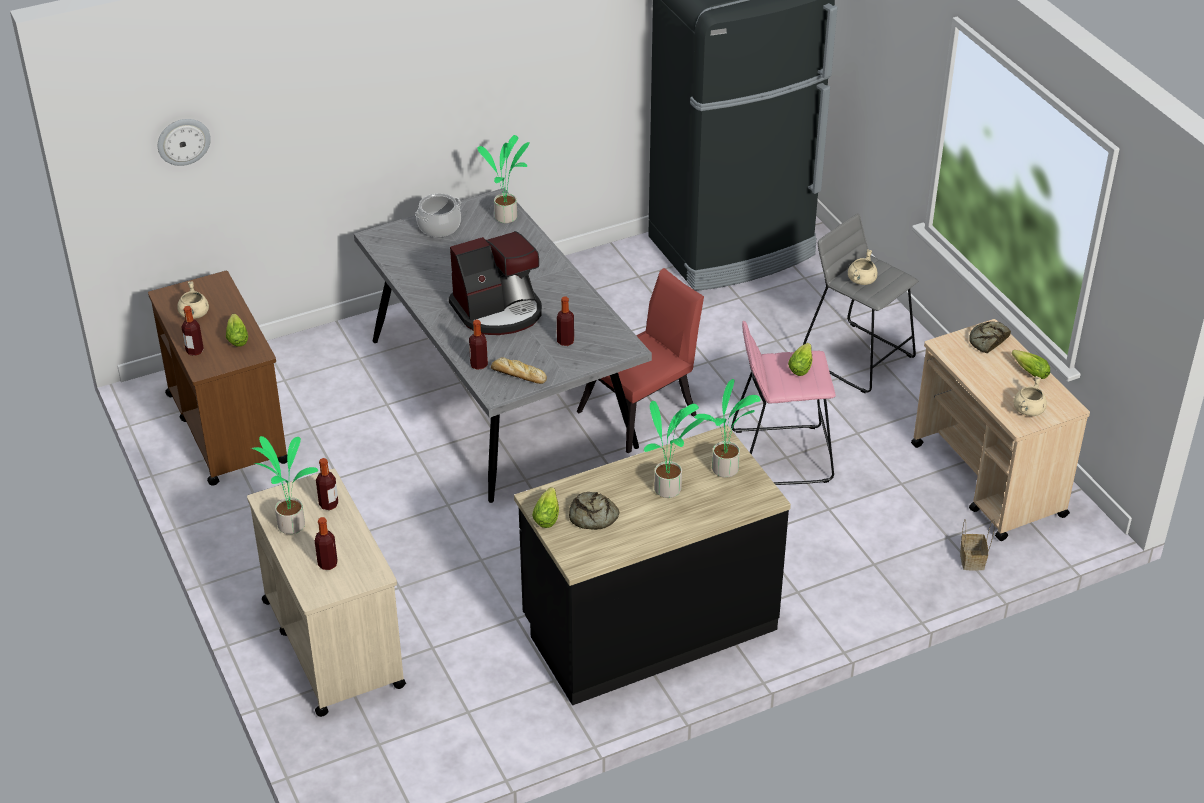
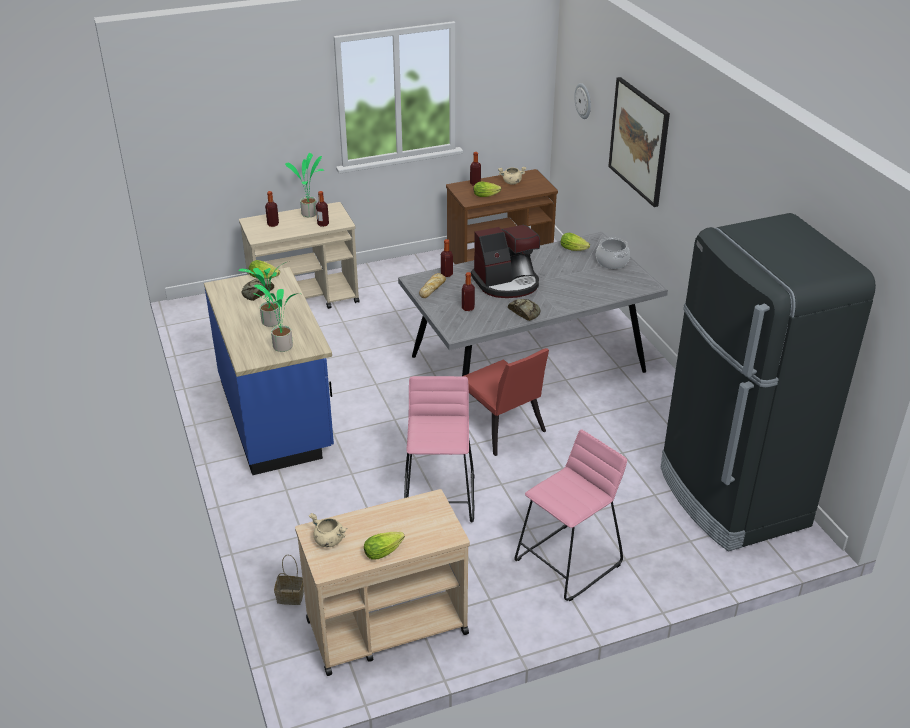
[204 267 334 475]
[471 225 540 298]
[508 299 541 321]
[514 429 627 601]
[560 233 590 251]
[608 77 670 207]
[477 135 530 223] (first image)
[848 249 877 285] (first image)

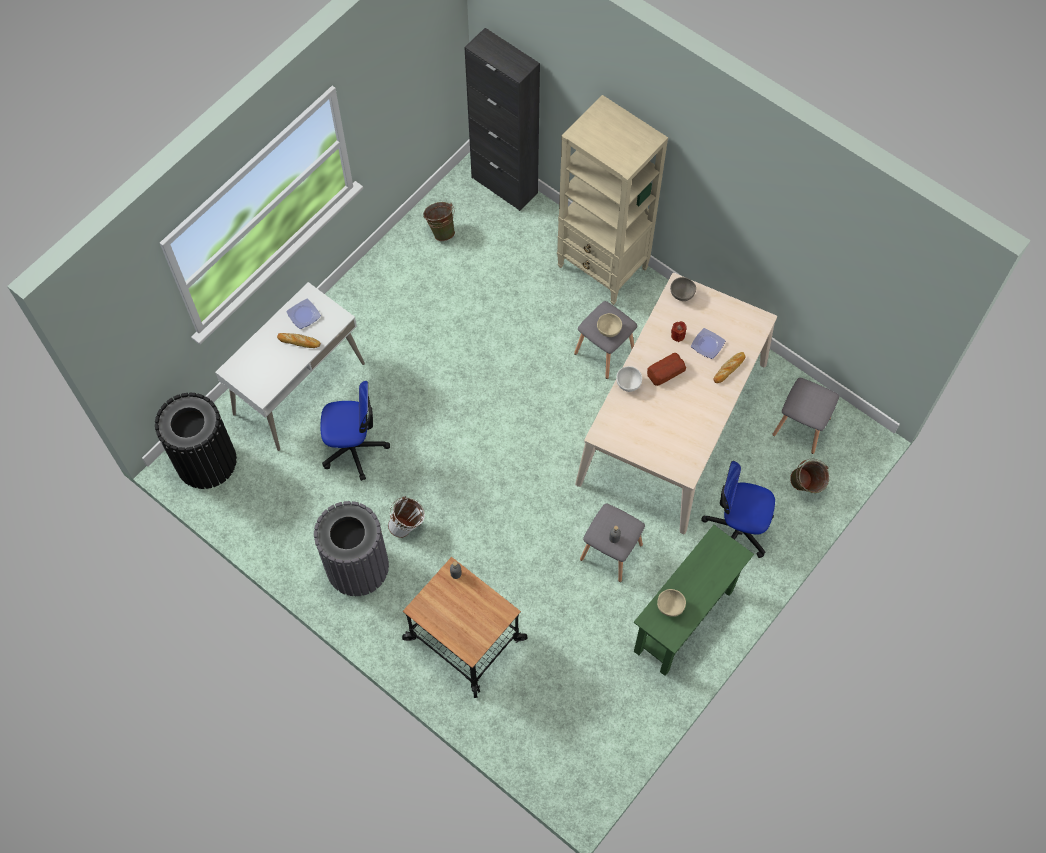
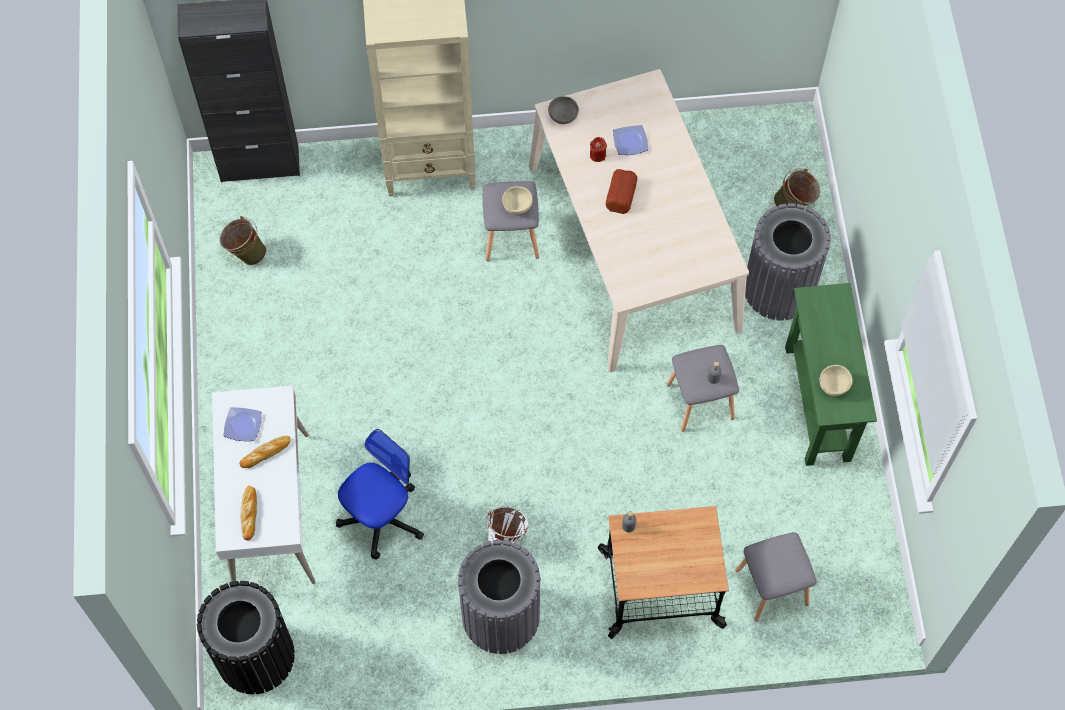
[240 486 257 540]
[735 532 817 622]
[745 203 831 320]
[616 366 642 392] (first image)

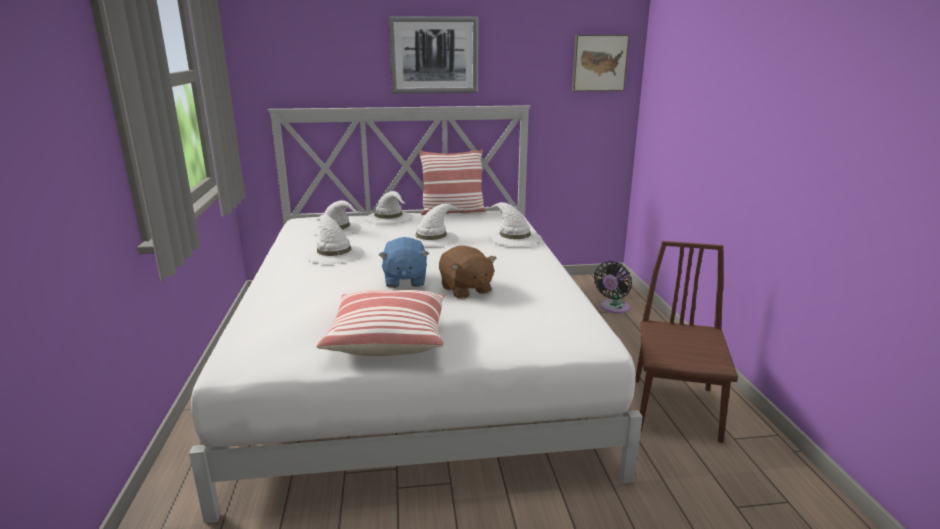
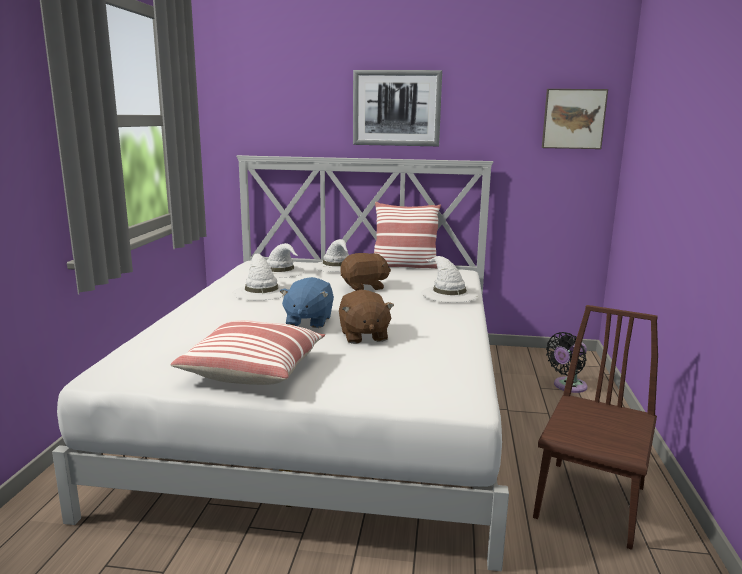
[340 253 391 291]

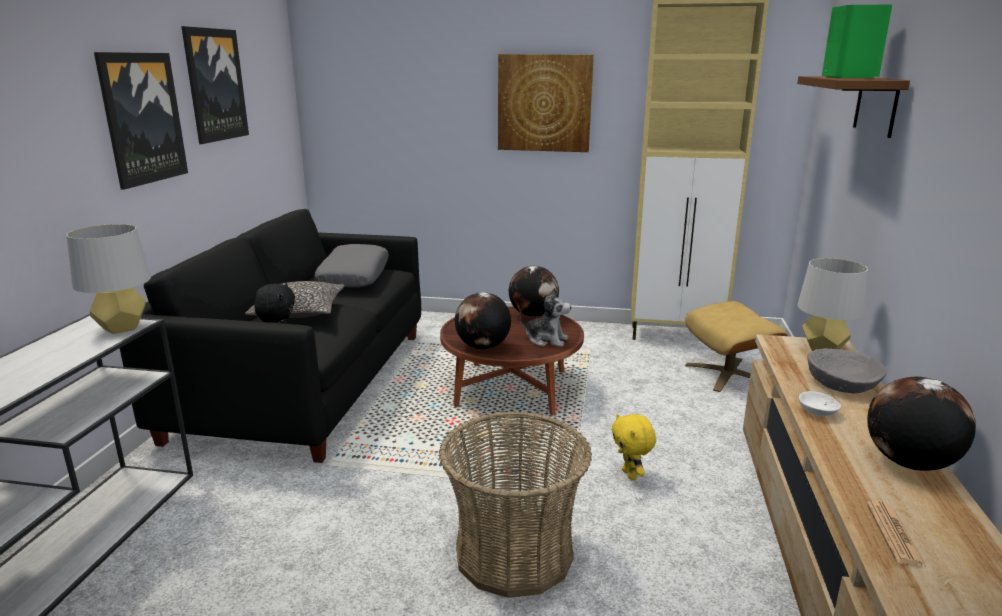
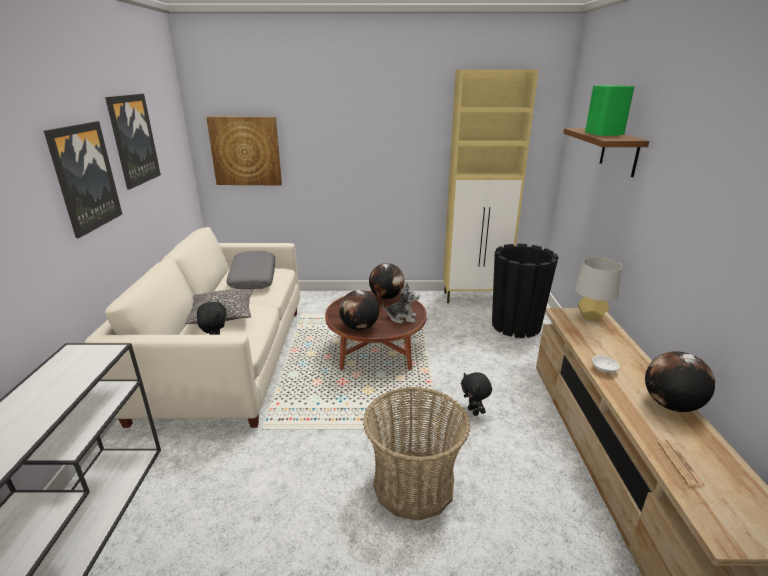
[85 227 300 428]
[206 116 282 185]
[461 372 492 416]
[492 243 558 338]
[66 224 151 334] (first image)
[807 348 887 393] (first image)

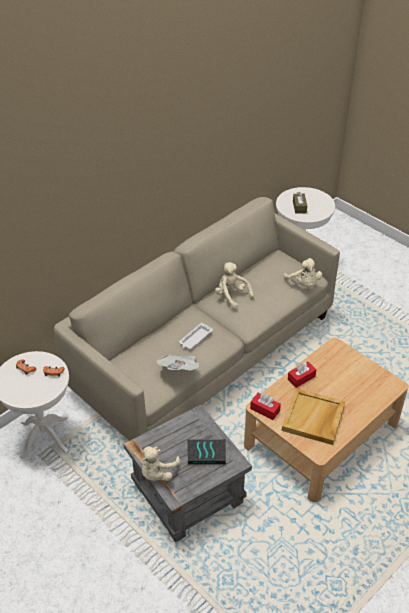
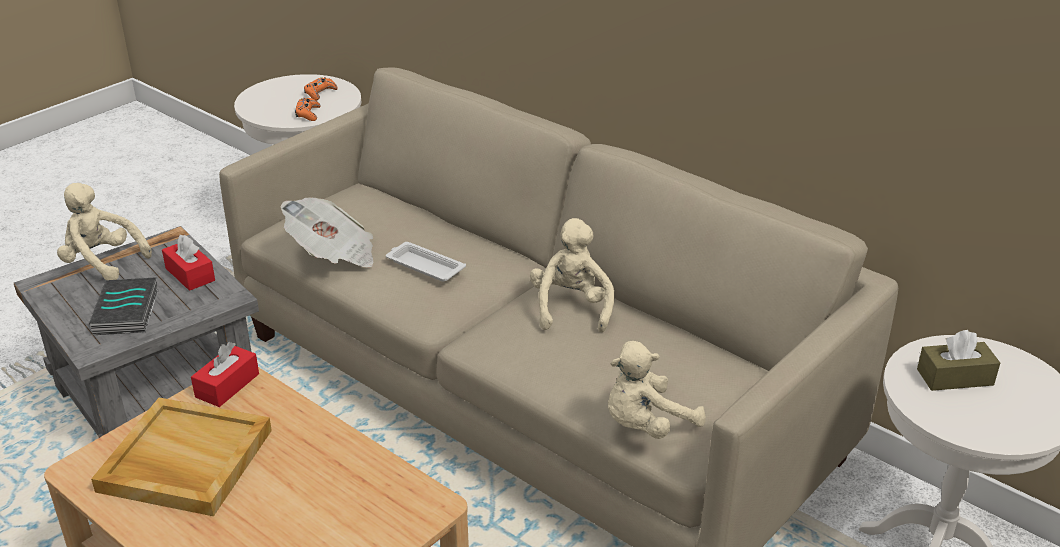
[162 235 215 291]
[530 218 614 332]

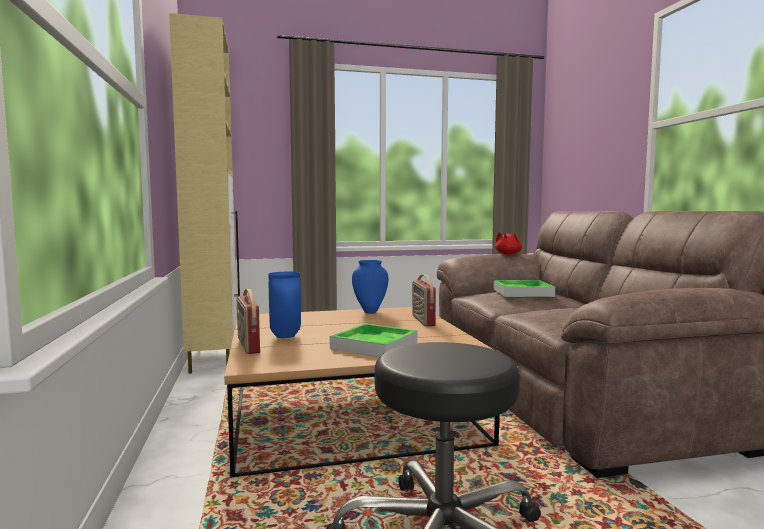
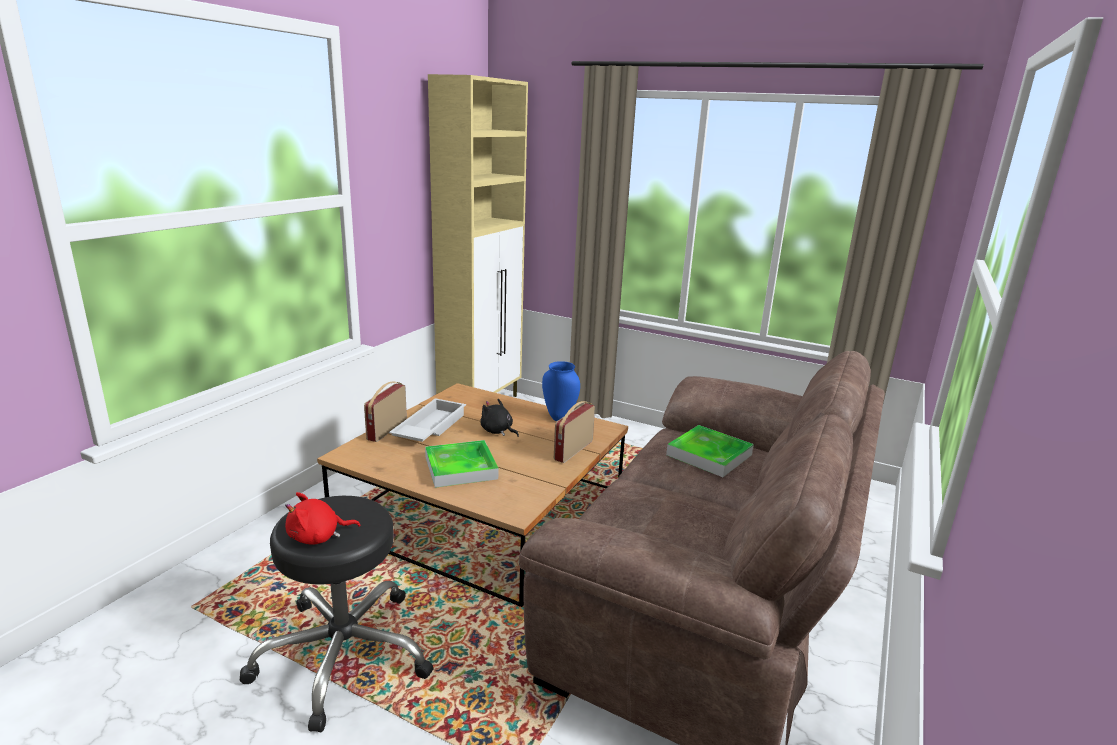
[285 492 360 545]
[389 398 466 442]
[480 399 519 437]

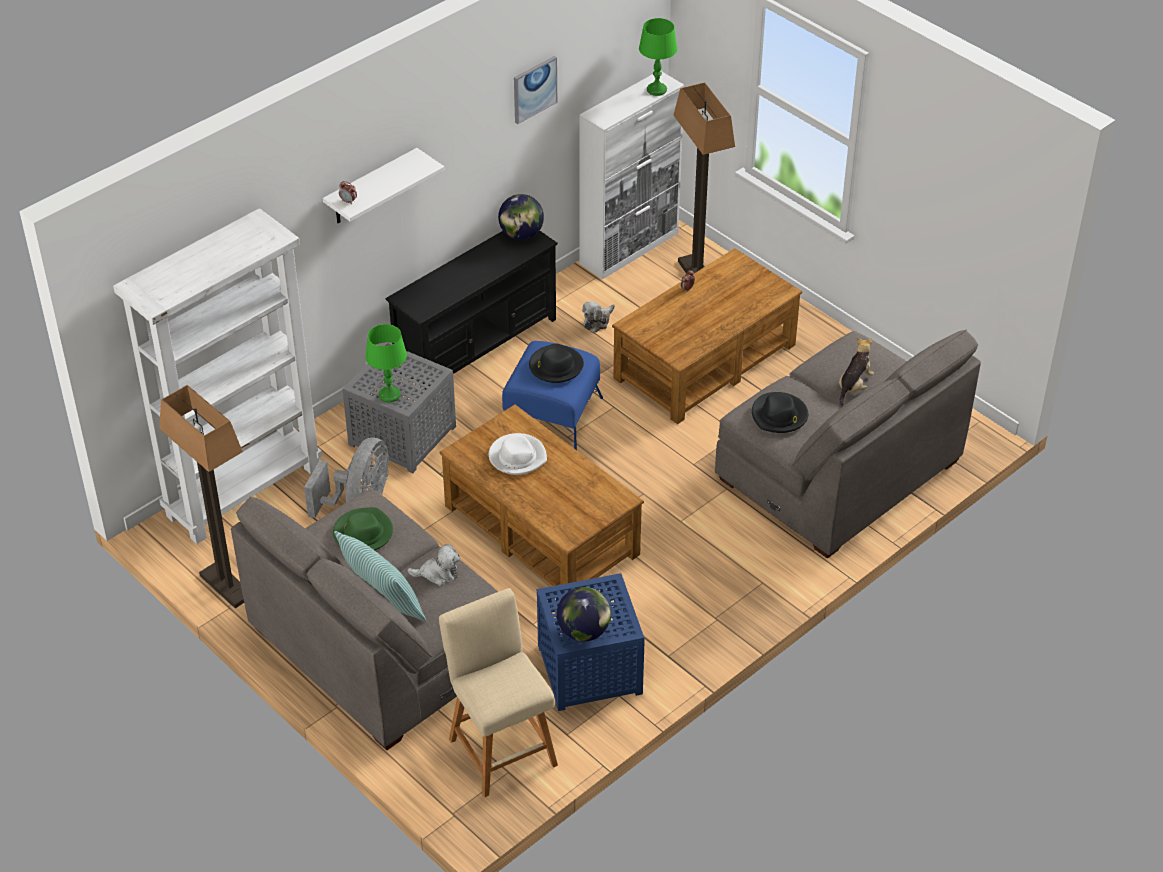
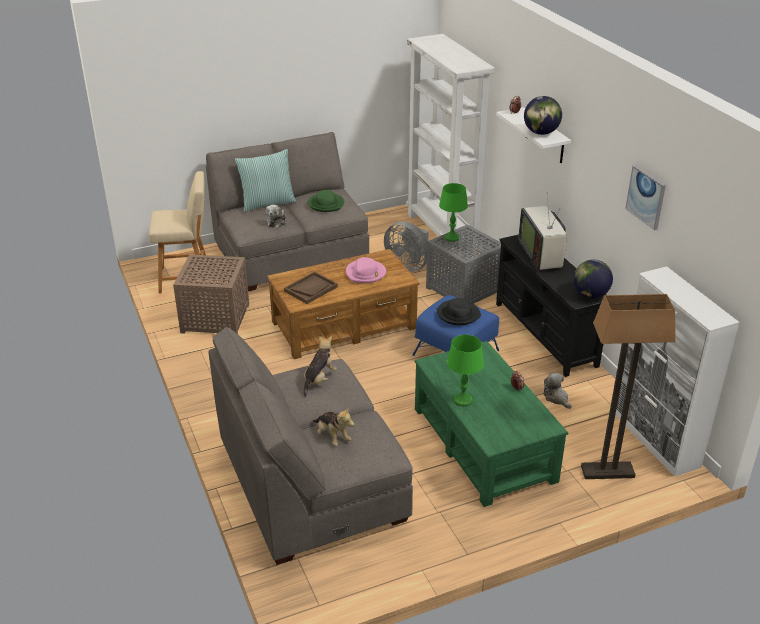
[173 254 249 334]
[284 272 338 304]
[304 336 337 397]
[346 257 386 283]
[415 341 568 507]
[447 335 484 406]
[519 196 567 271]
[524 96 562 135]
[159 385 244 608] (first image)

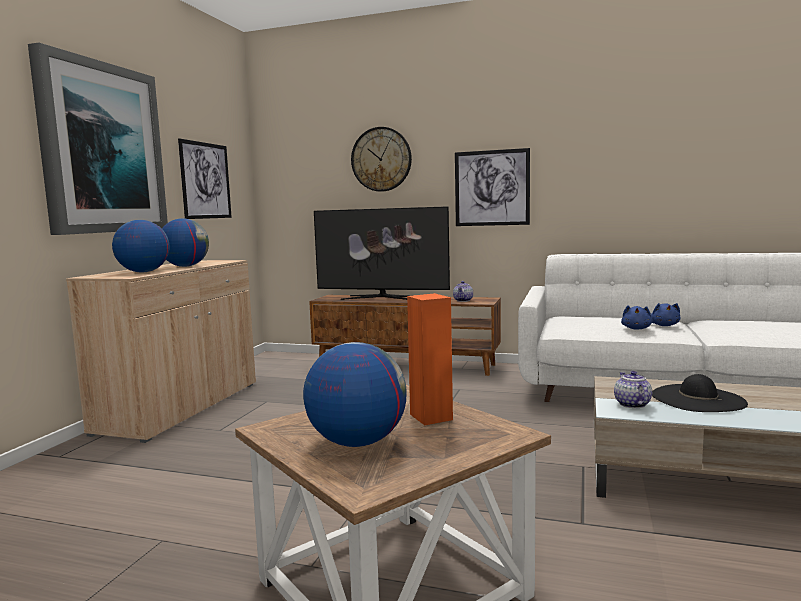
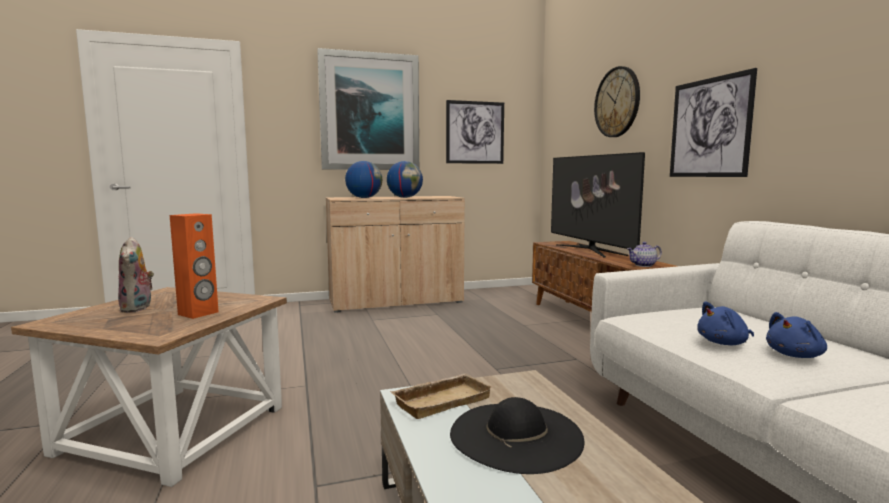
[118 237 154 313]
[390 373 494 419]

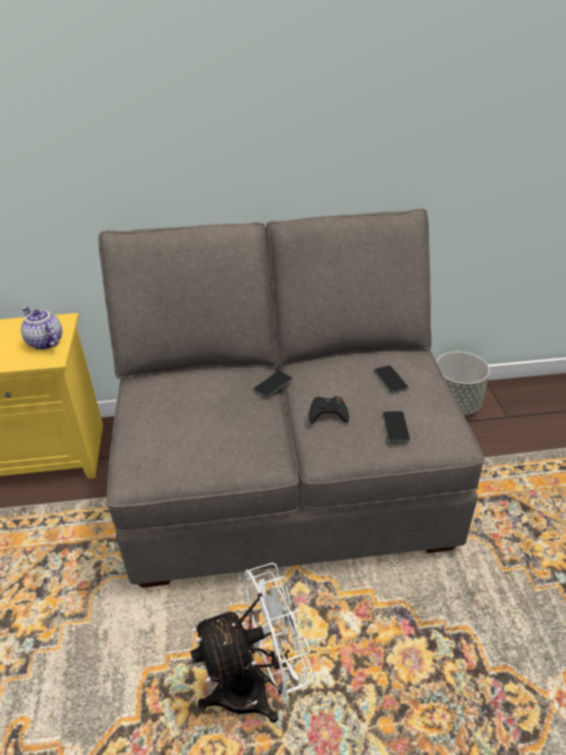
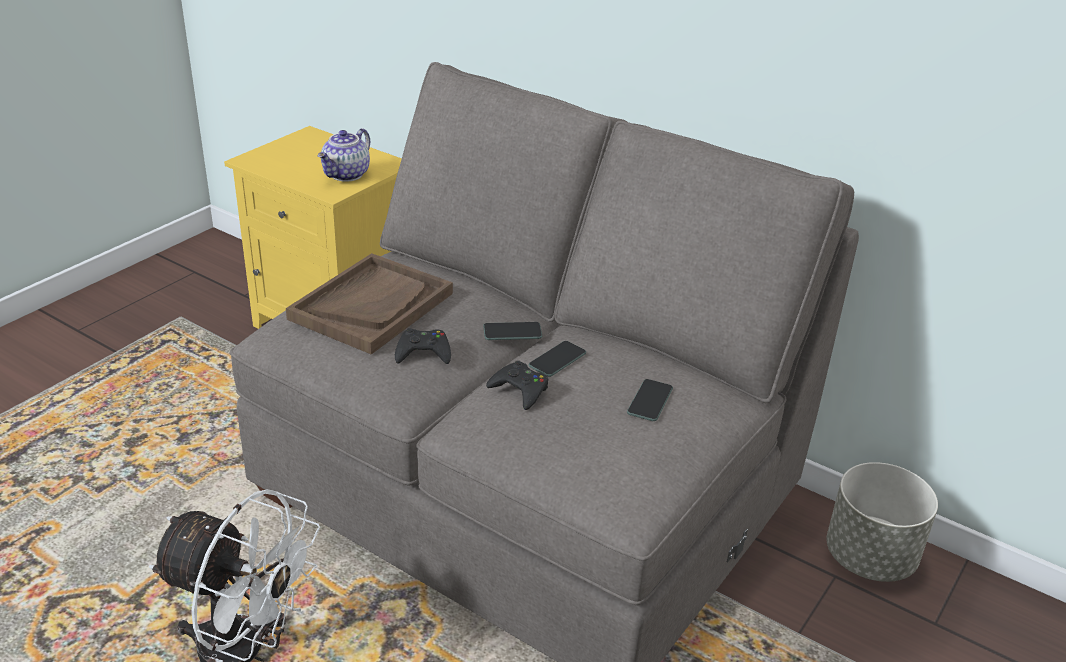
[286 253 453 355]
[318 128 370 182]
[395 328 451 364]
[528 341 586 377]

